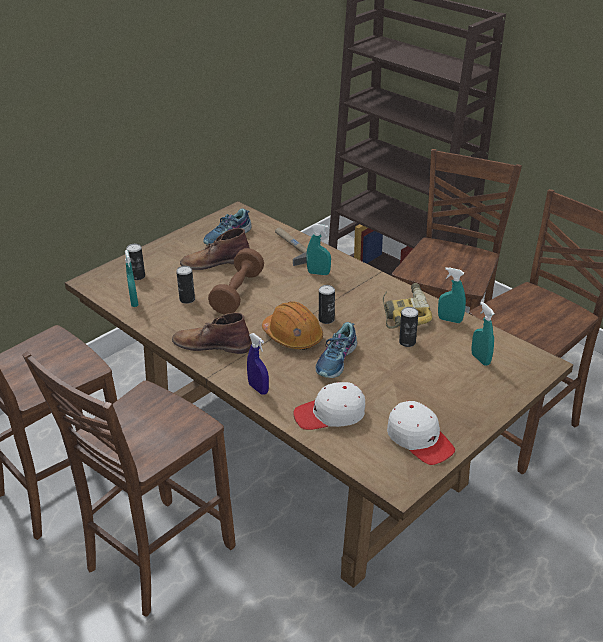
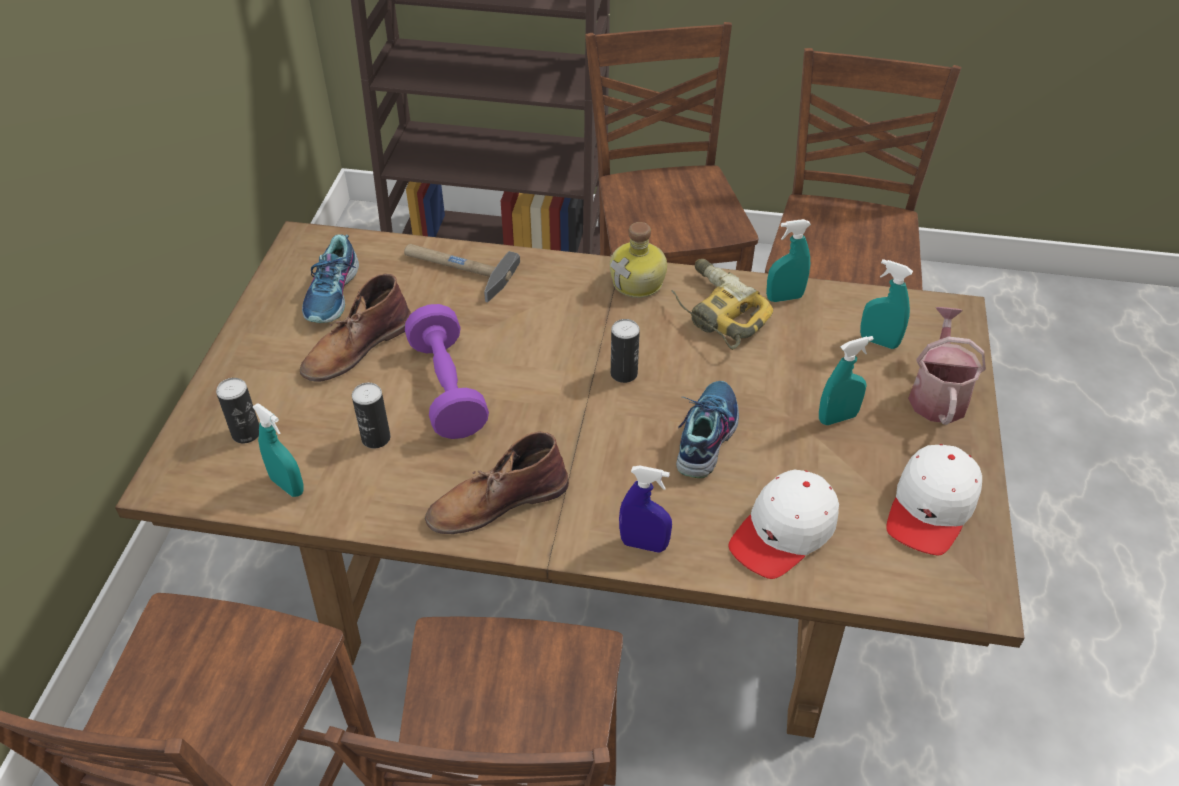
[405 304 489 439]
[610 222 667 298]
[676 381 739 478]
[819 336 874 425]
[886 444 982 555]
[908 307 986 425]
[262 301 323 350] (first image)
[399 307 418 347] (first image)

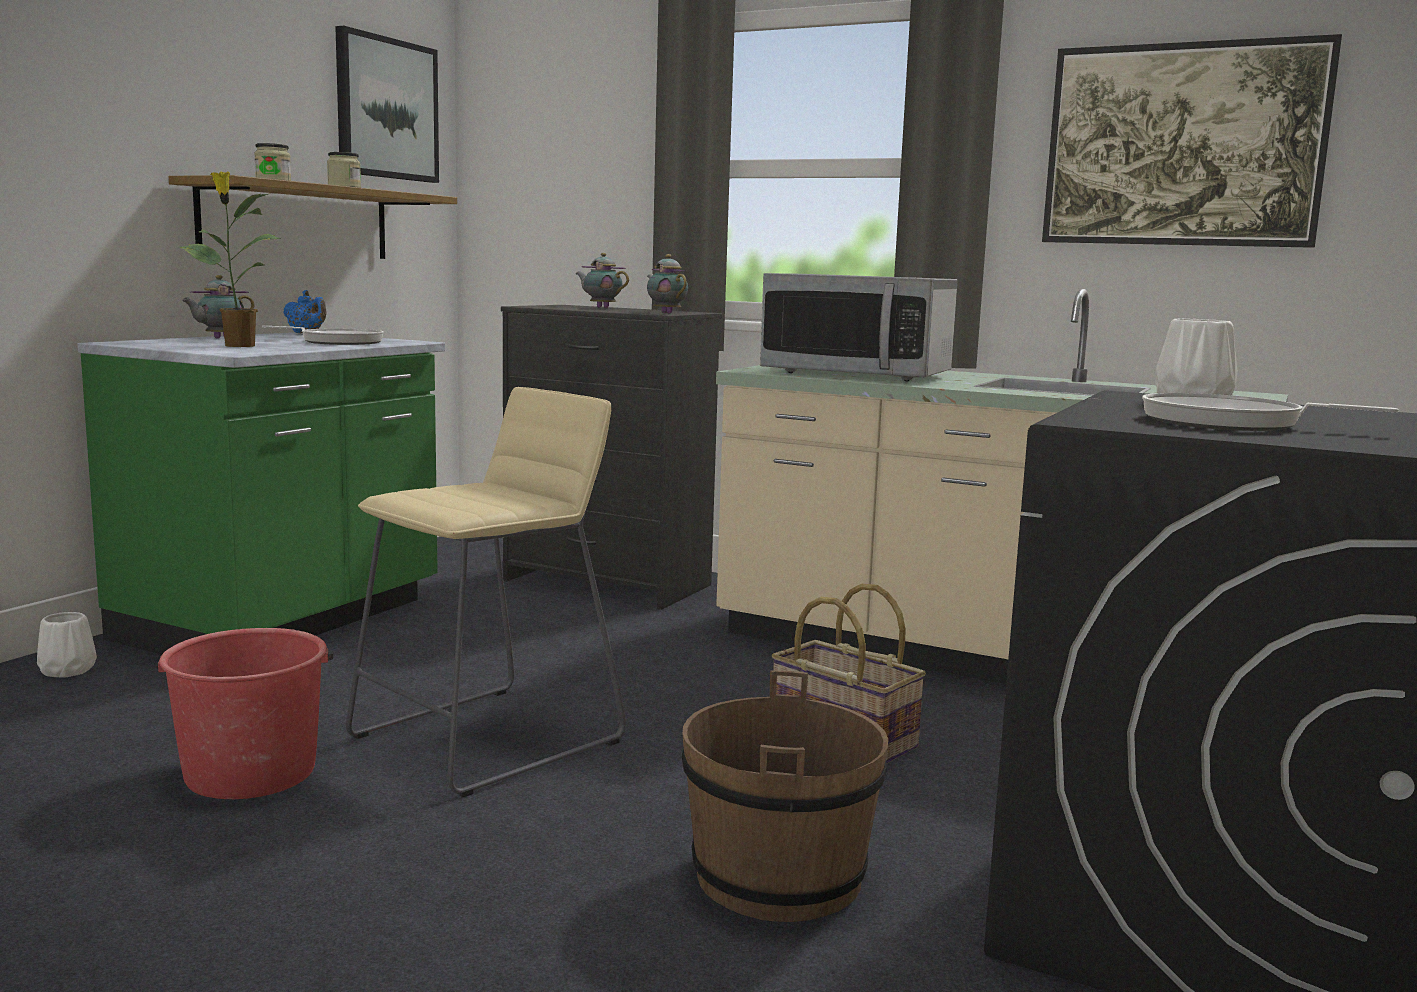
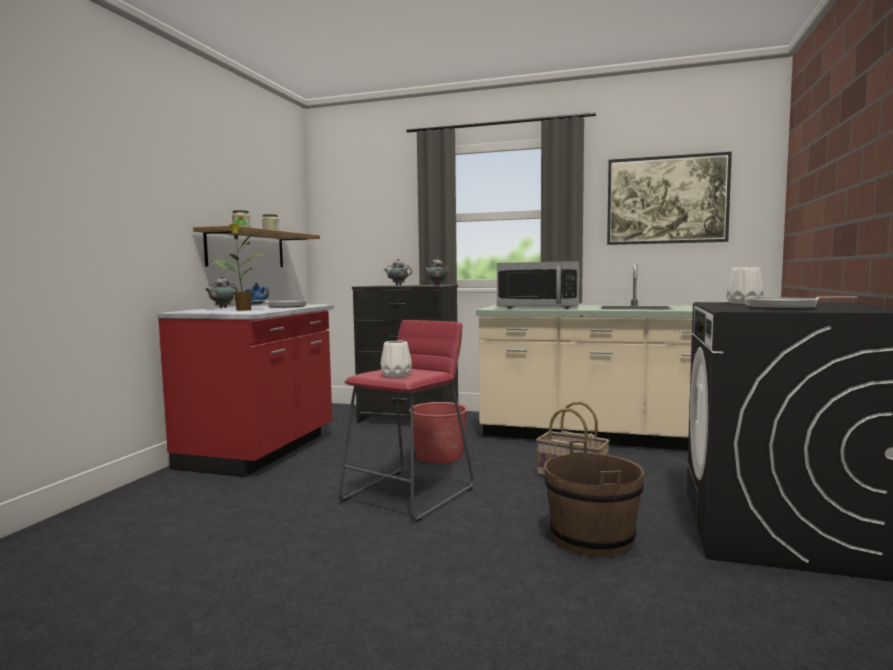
[157 304 334 477]
[339 320 474 522]
[381 341 412 377]
[407 402 468 464]
[335 26 439 183] (first image)

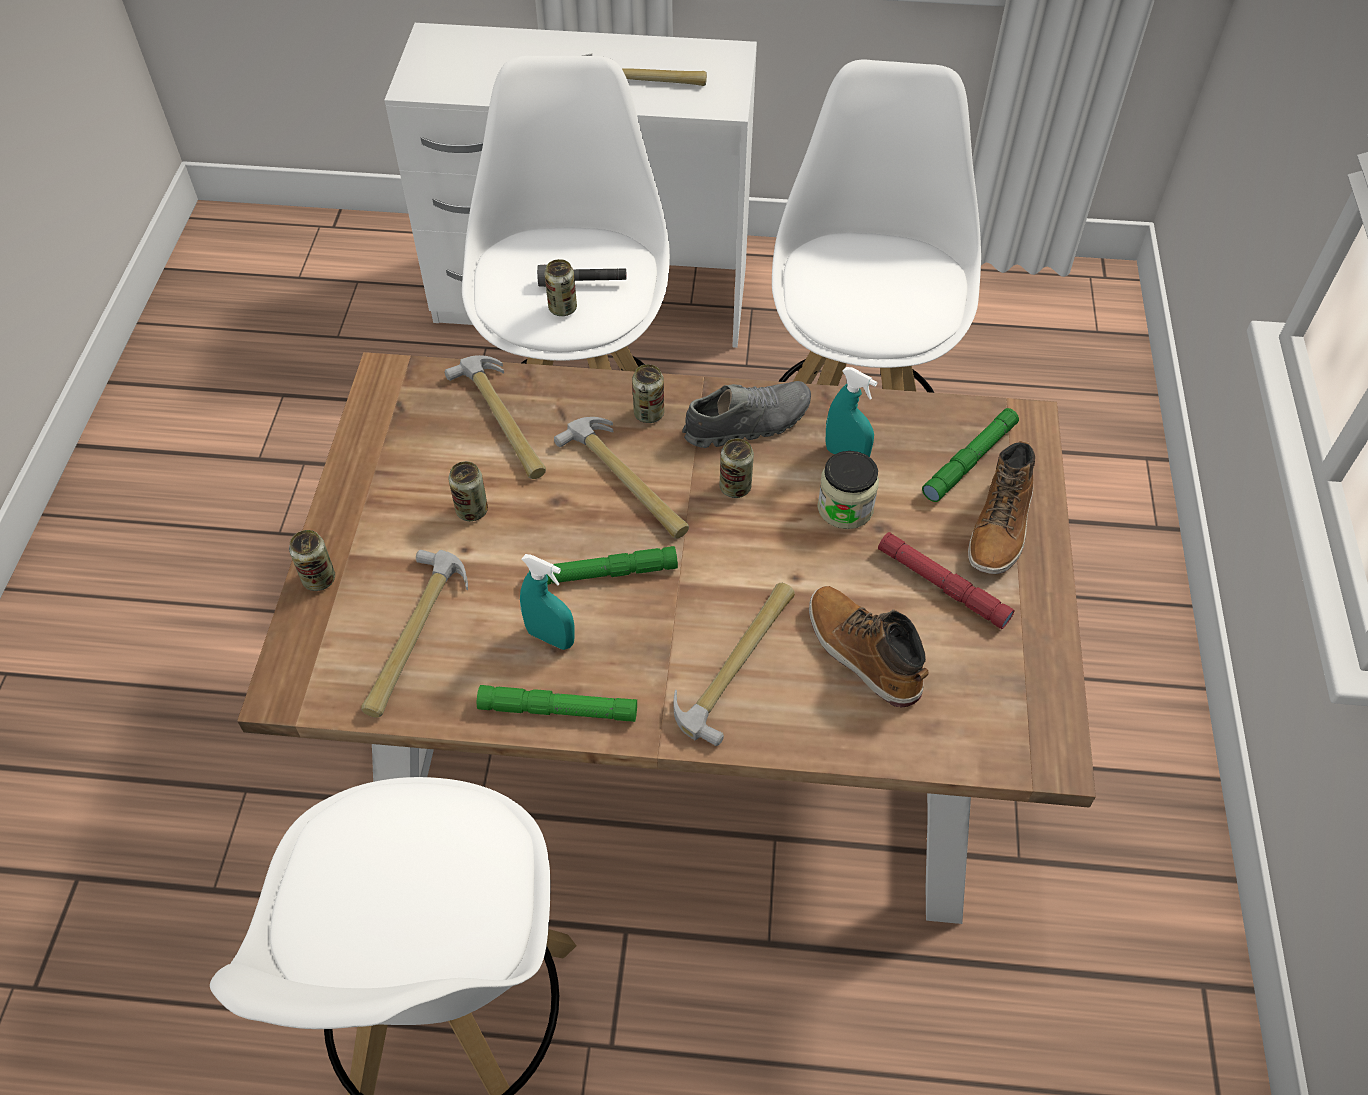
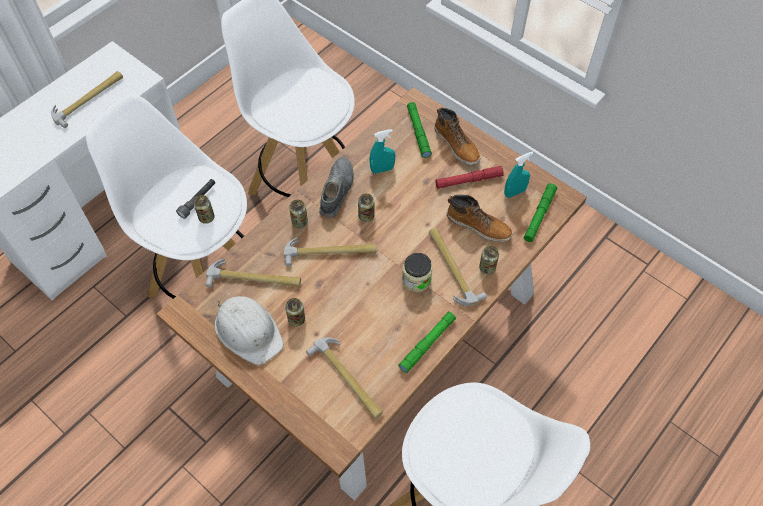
[215 296 284 365]
[402 253 433 292]
[447 194 513 242]
[479 246 499 274]
[504 151 533 198]
[524 183 557 242]

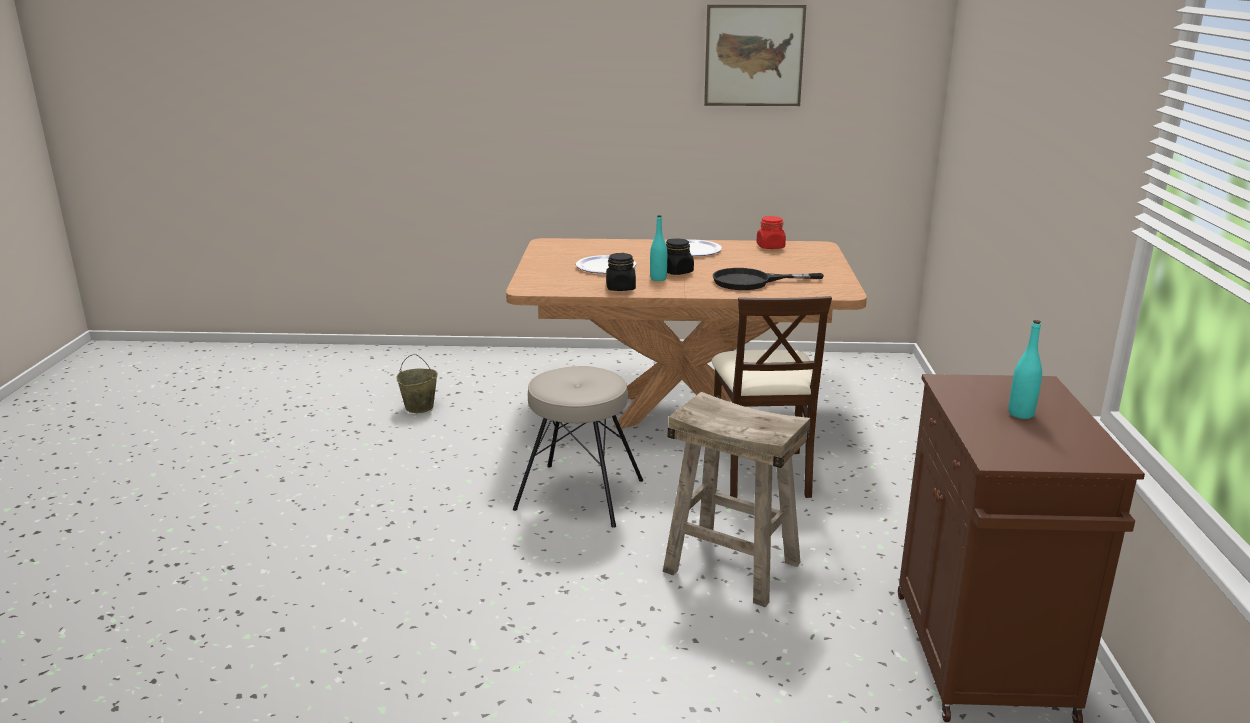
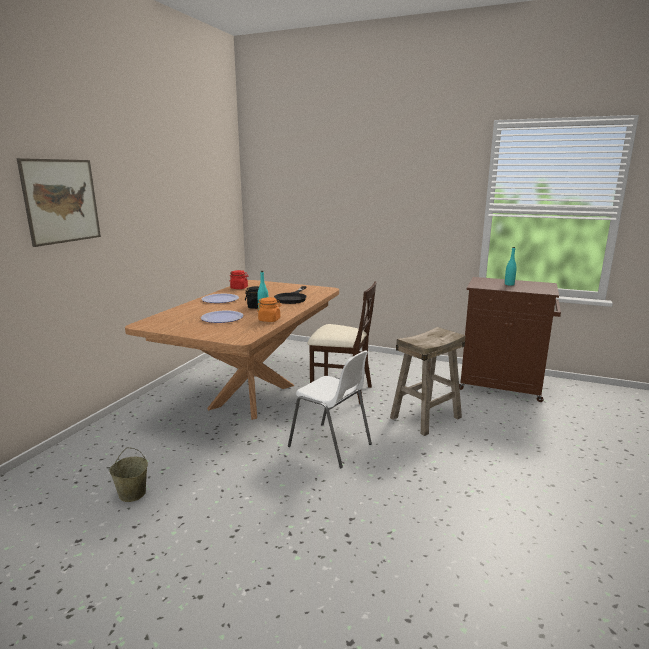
[17 158 101 247]
[257 297 281 322]
[288 351 372 468]

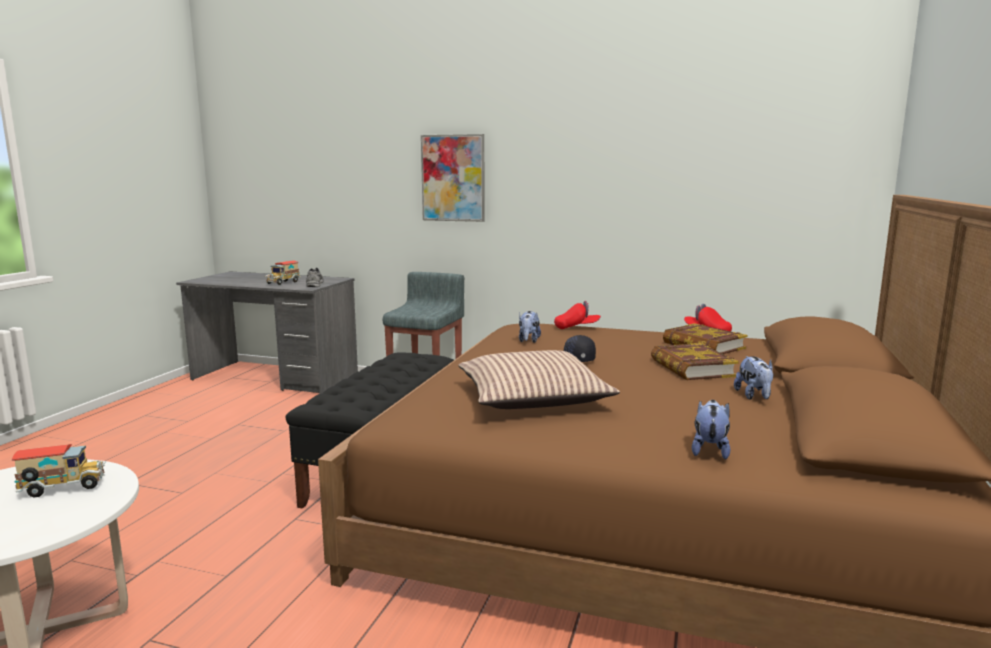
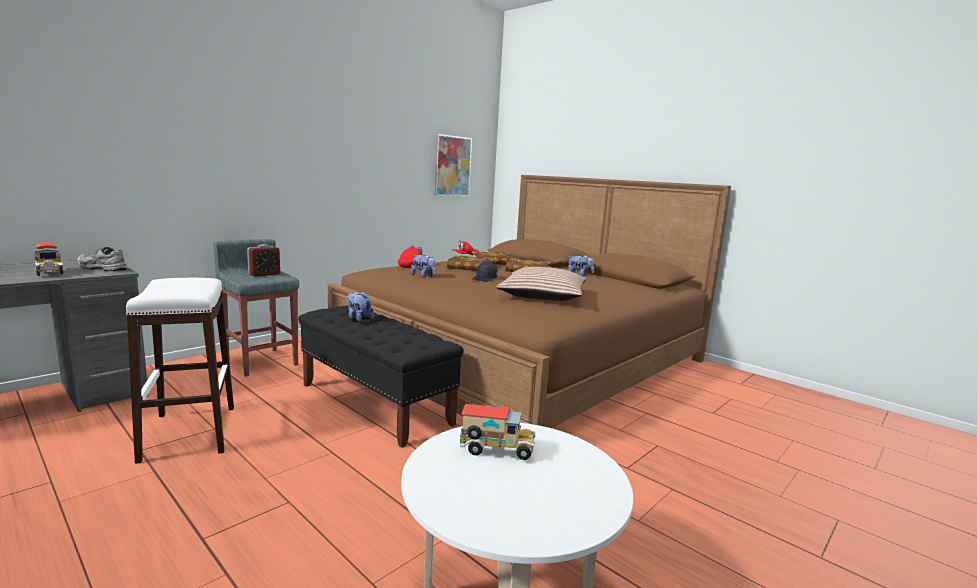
[126 278 234 464]
[247 244 280 276]
[347 291 374 322]
[434 134 472 197]
[447 255 494 271]
[460 404 536 460]

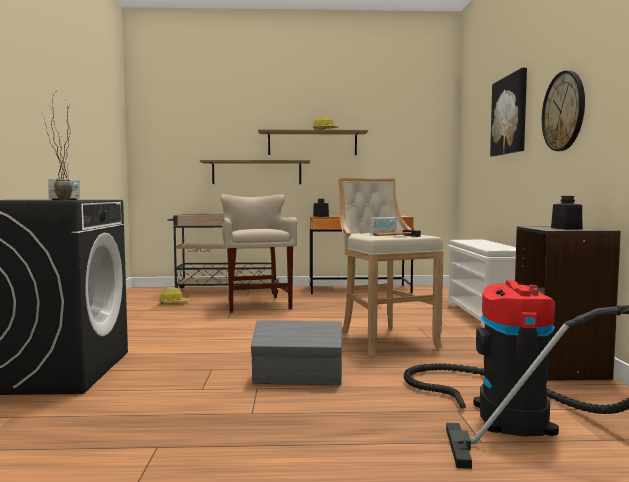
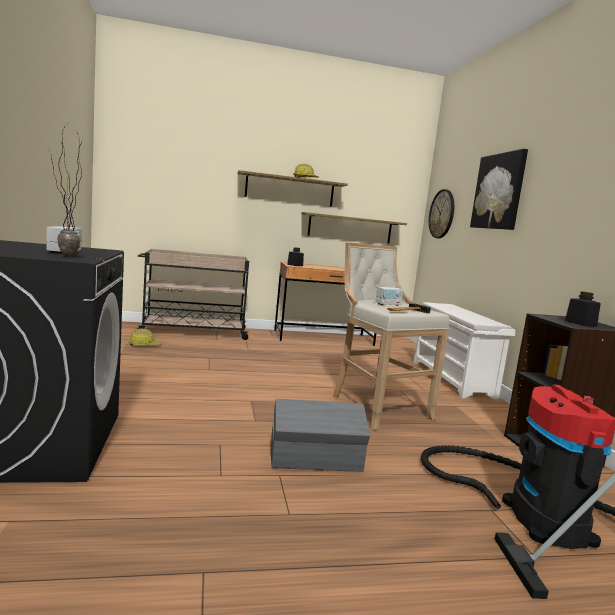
[301 212 407 244]
[429 189 454 238]
[221 194 297 313] (first image)

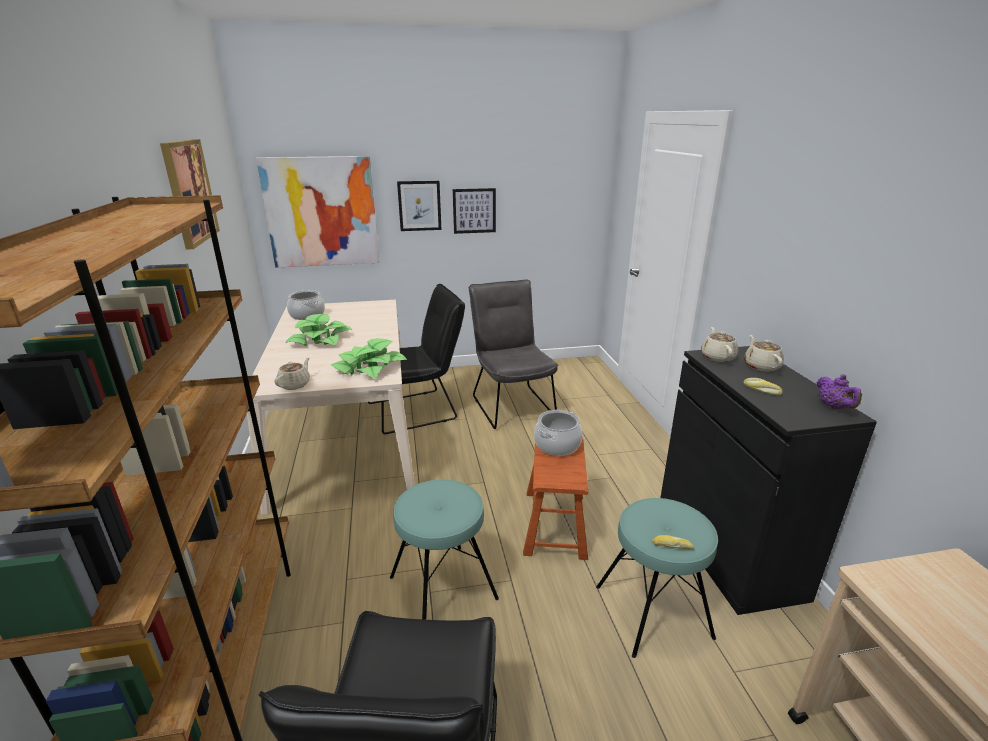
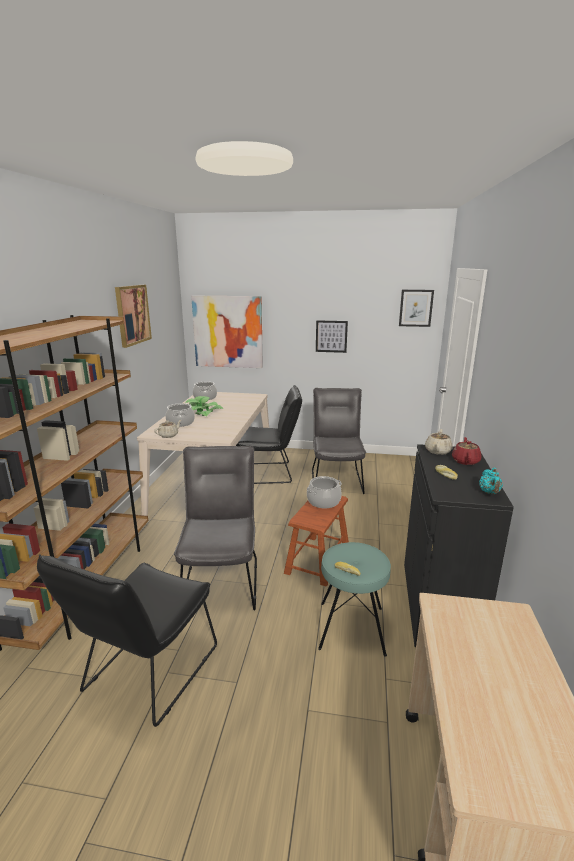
[166 403 195 427]
[174 446 257 610]
[399 290 434 327]
[452 437 481 465]
[479 468 503 494]
[331 338 407 379] (first image)

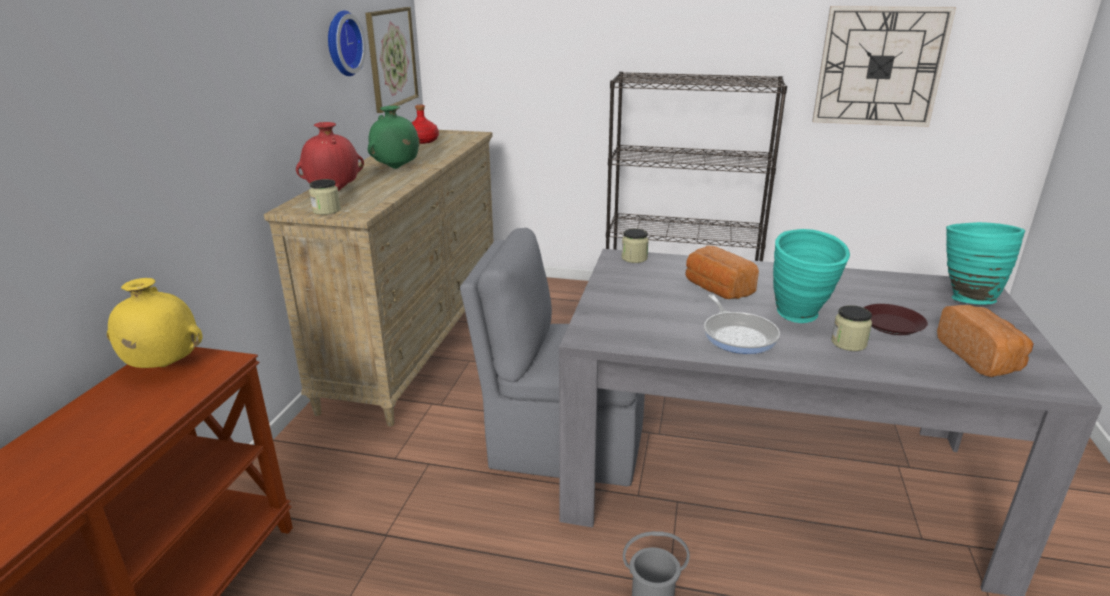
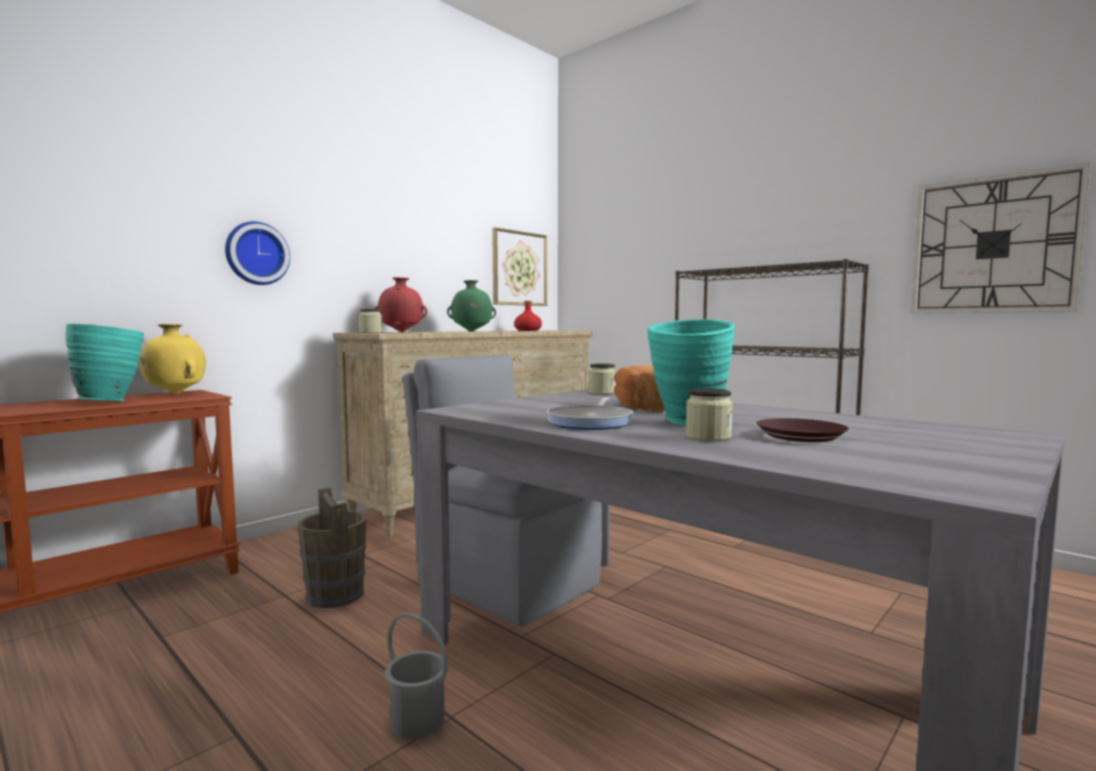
[66 323 144 401]
[225 221 290 285]
[298 487 366 608]
[937 305 1034 377] (first image)

